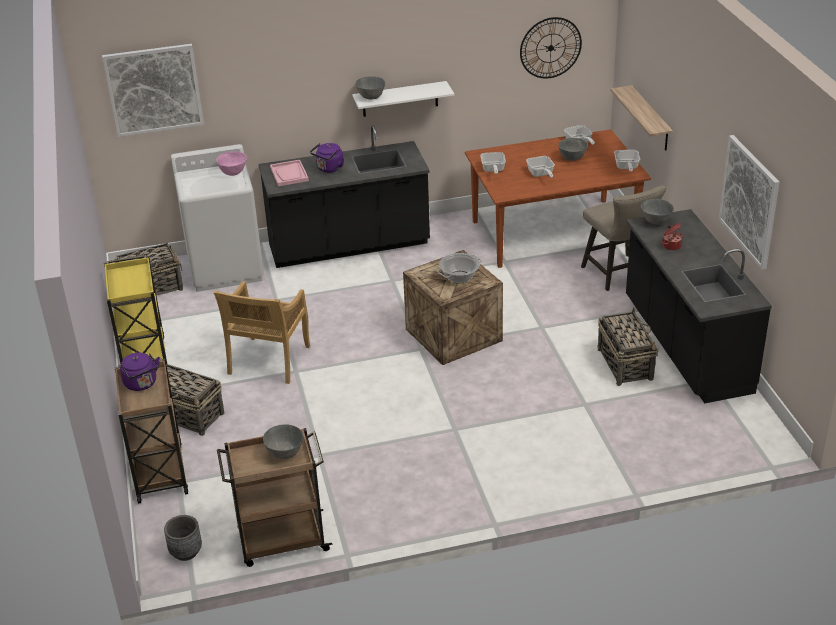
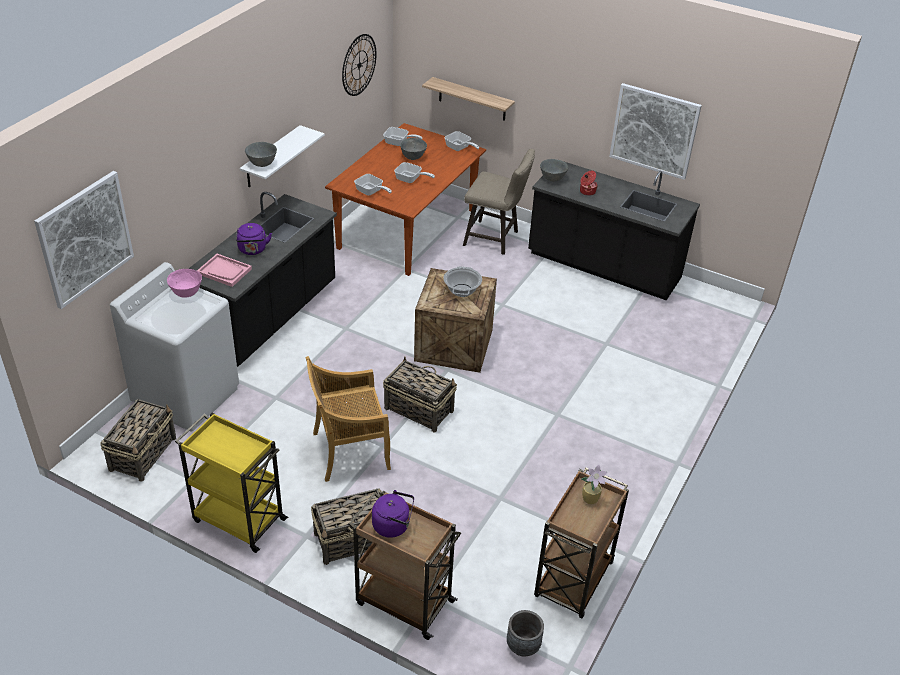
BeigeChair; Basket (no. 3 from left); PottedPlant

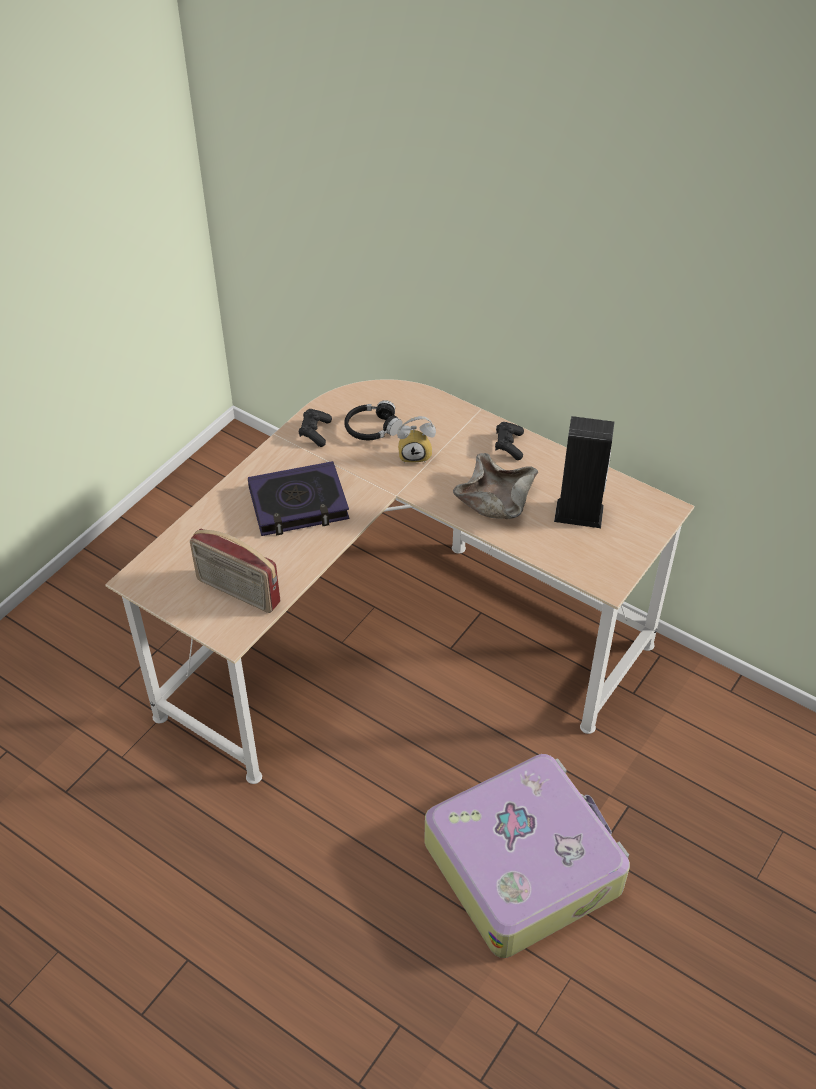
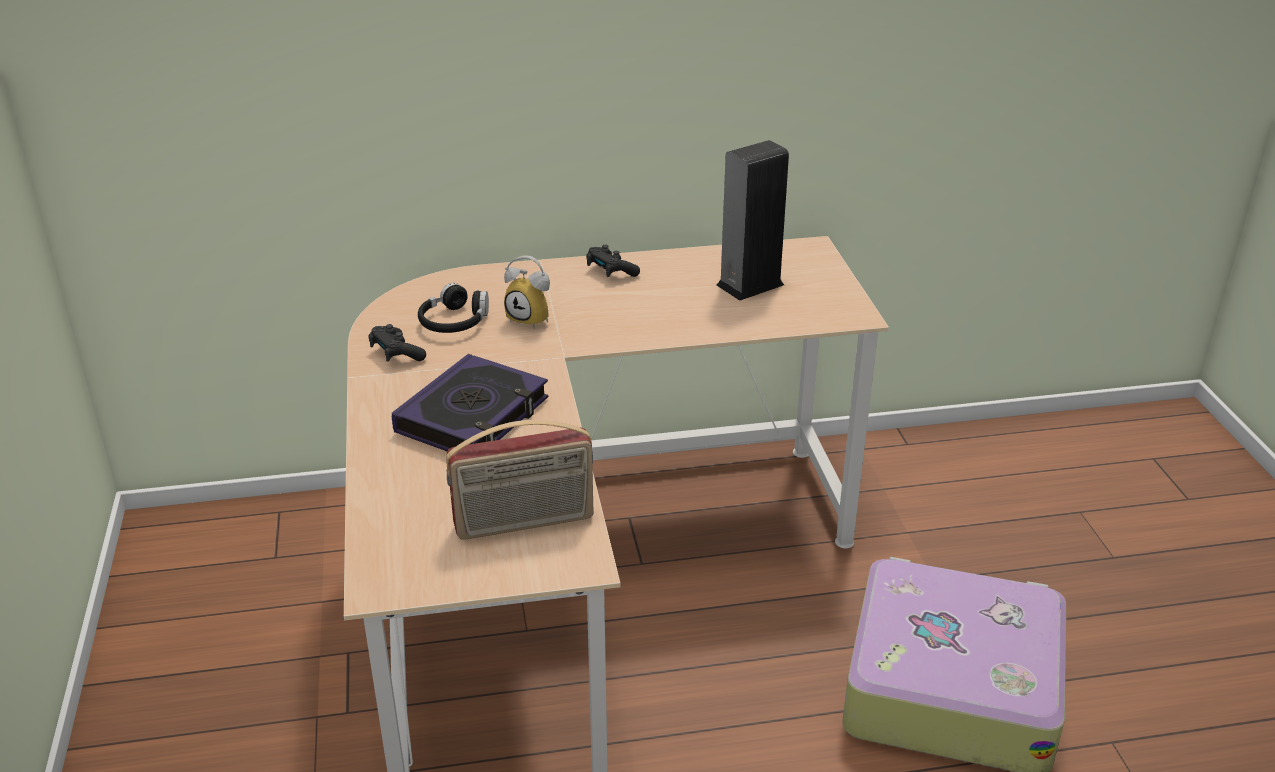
AlarmClock; BeigeBowl

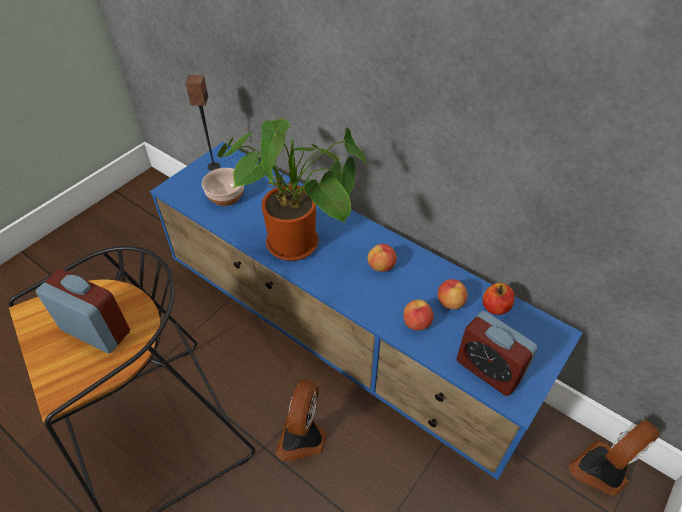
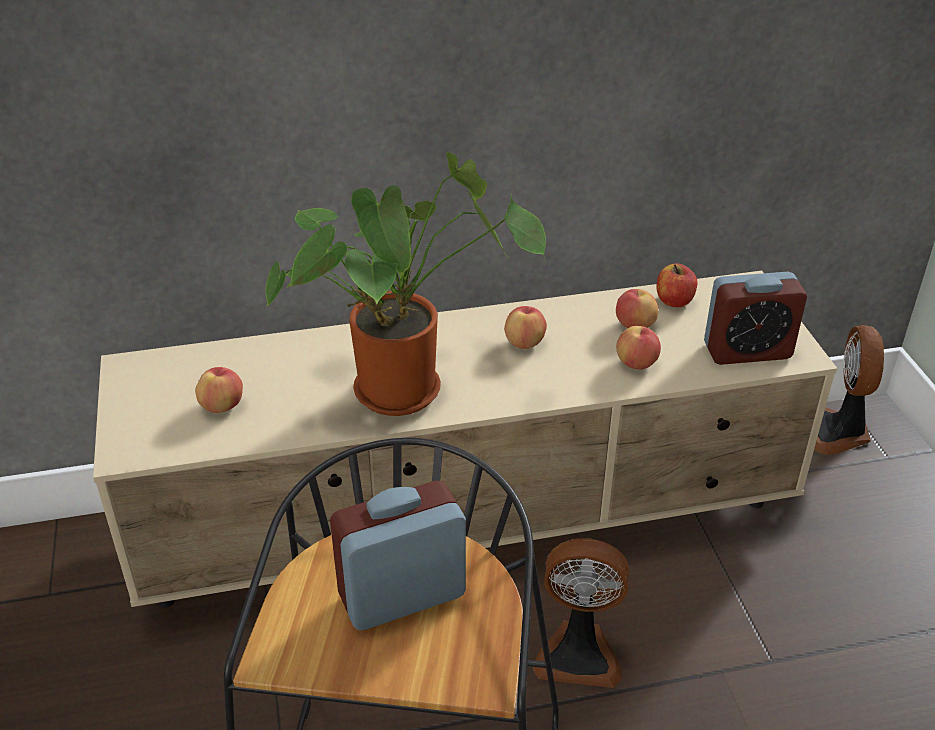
BeigeTvStand; Apple (no. 1 from left); Fan (no. 1 from left); Speaker

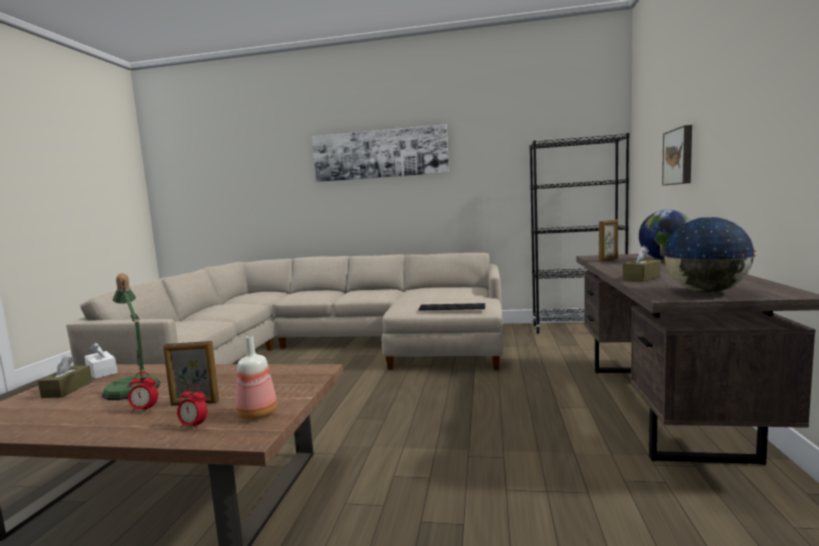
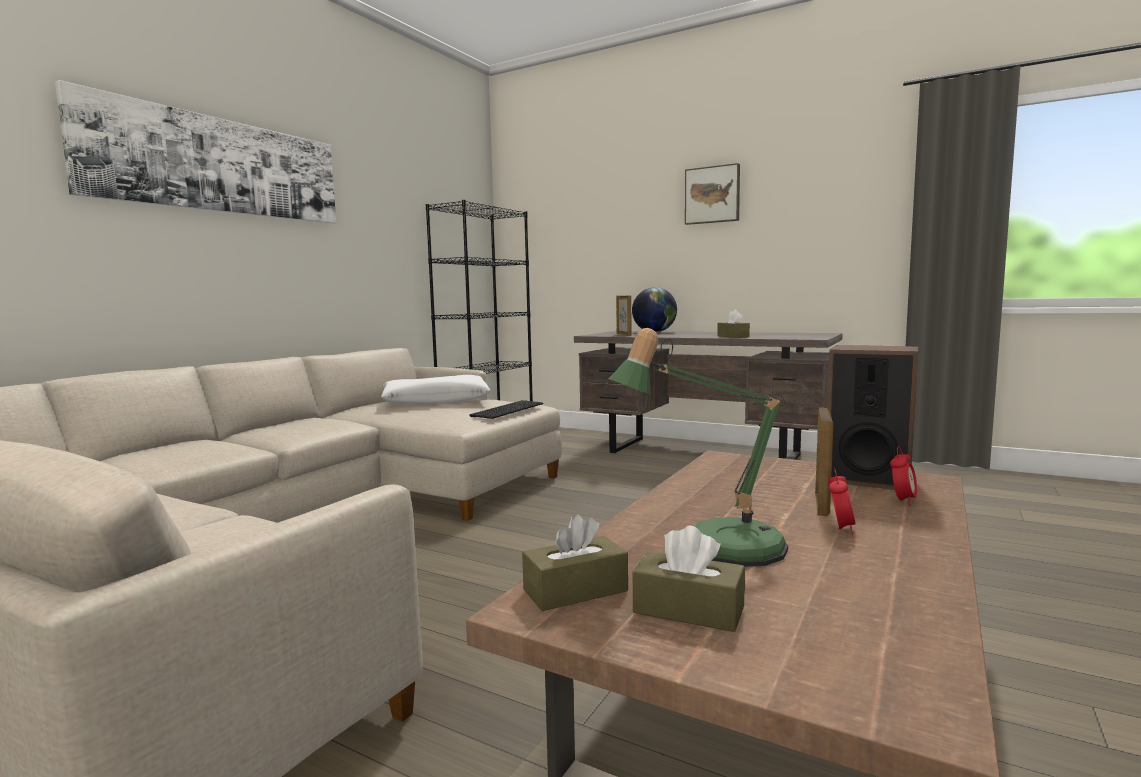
WhitePillow; BrownTissueBox (no. 1 from left); Picture (no. 2 from left); Speaker; Globe (no. 2 from left in the first image)

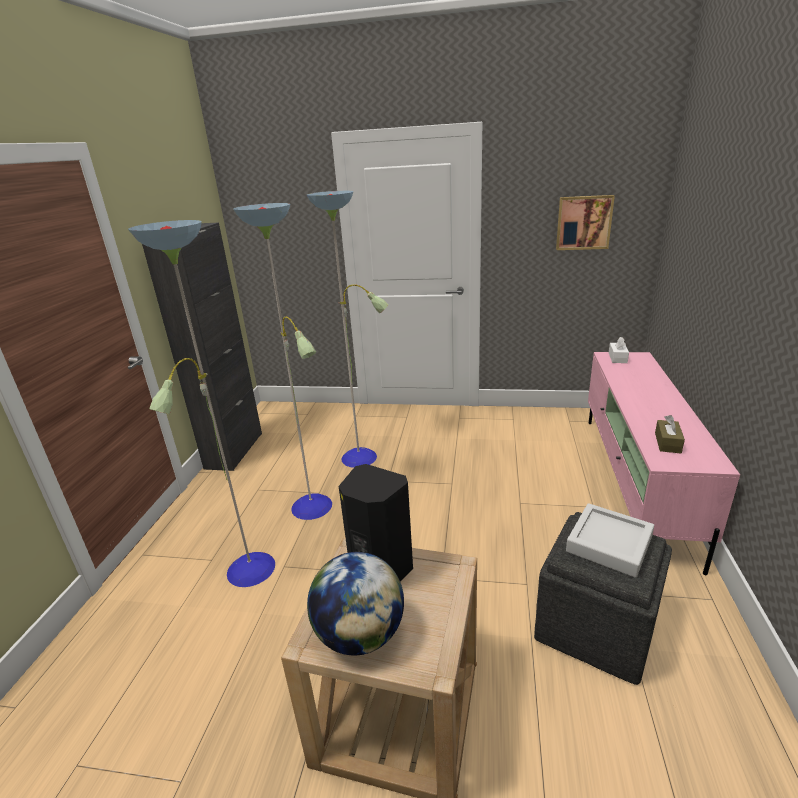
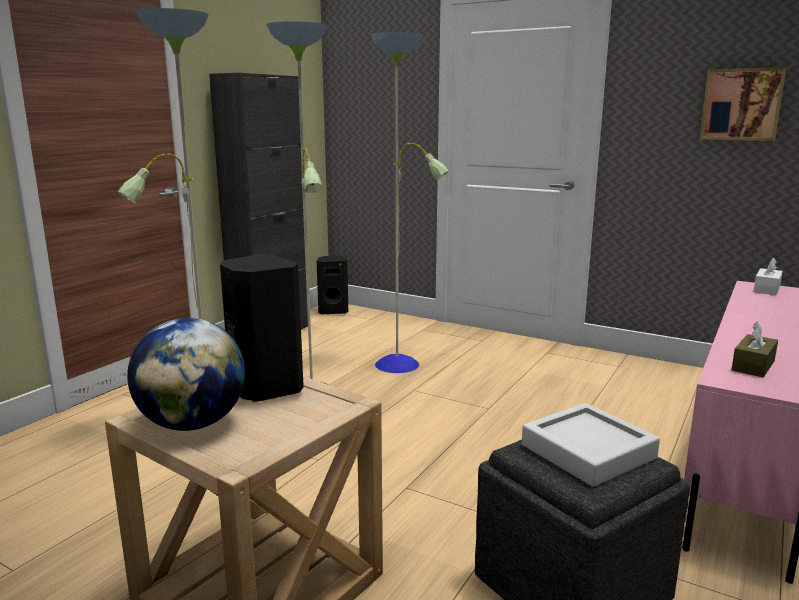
BlackSpeaker (no. 2 from left)

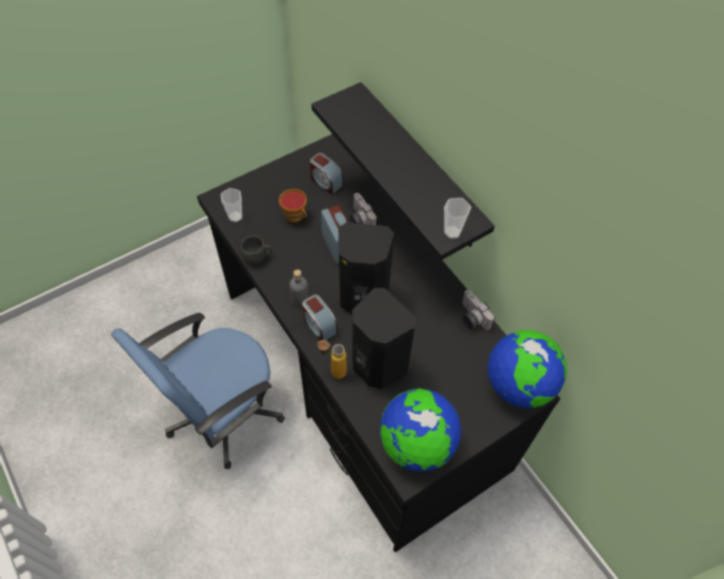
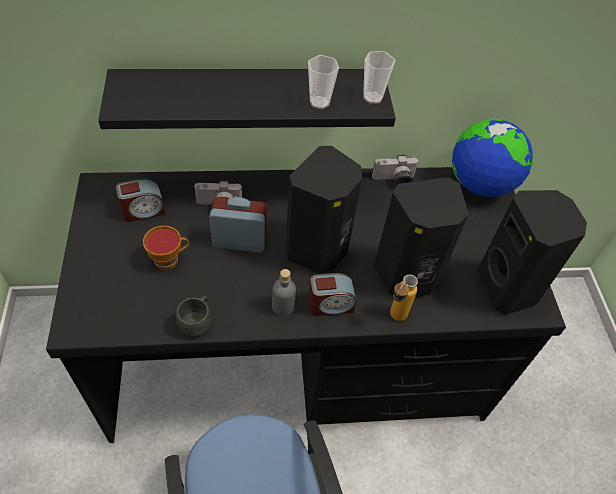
Cup (no. 2 from left); BlackSpeaker (no. 3 from left)

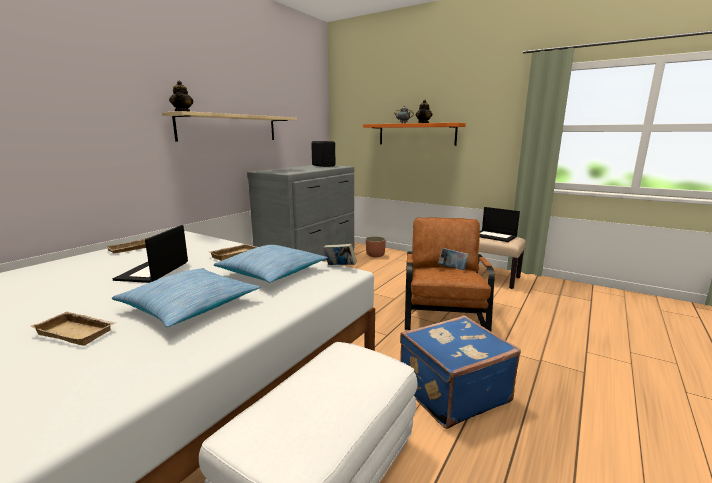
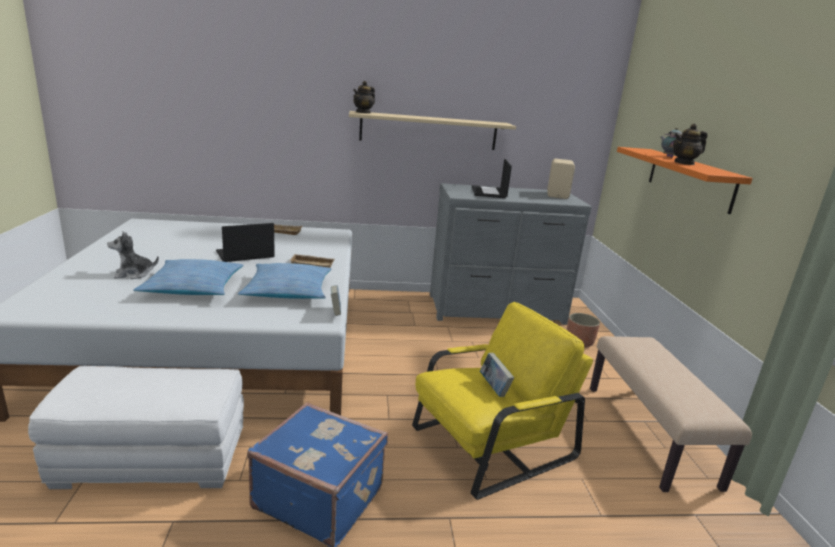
PlushToy; YellowArmchair; Laptop (no. 2 from left); BeigeSpeaker

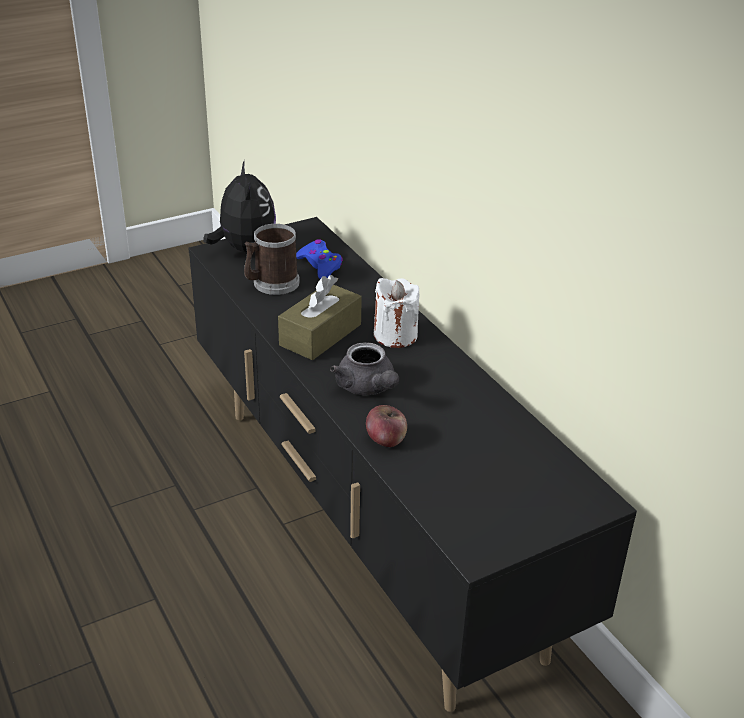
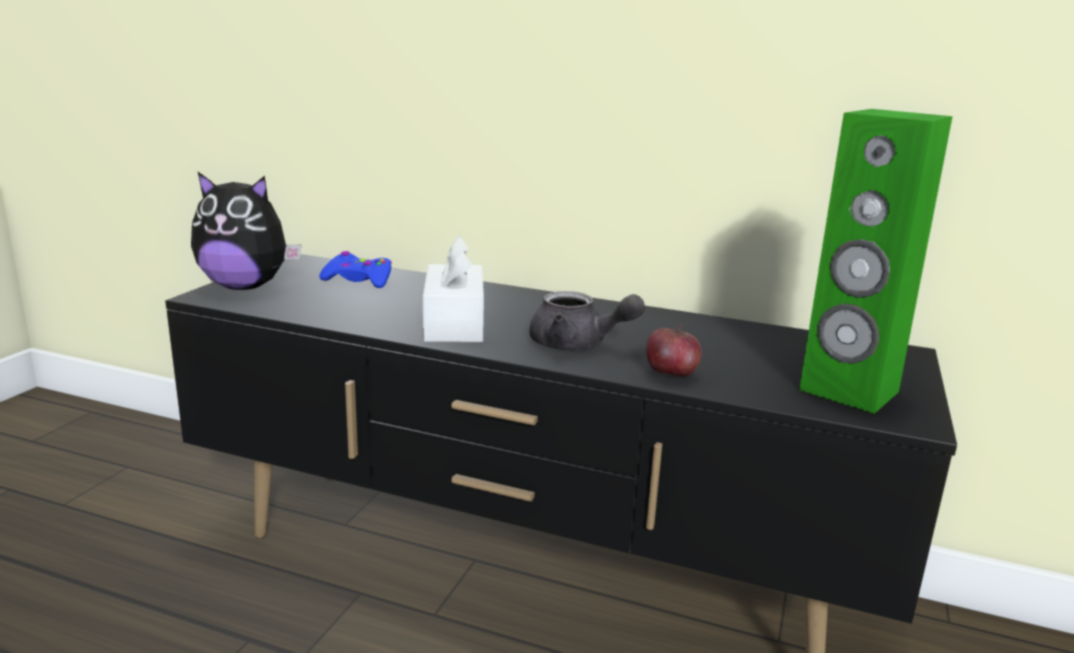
PlushToy; WhiteTissueBox; GreenSpeaker; Mug; WhiteCandle

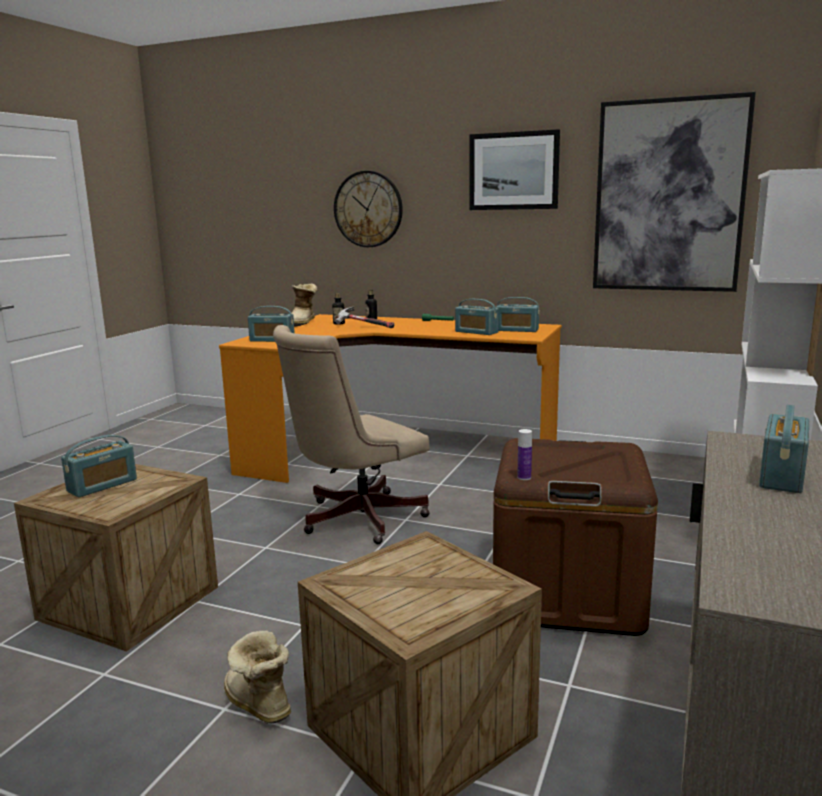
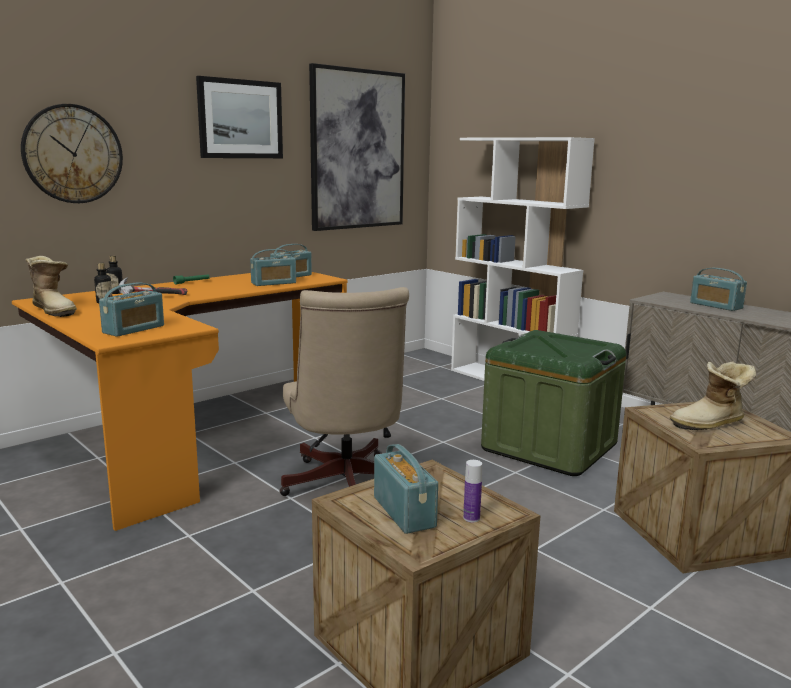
Bottle (no. 3 from left); GreenStorageBox; Boot (no. 2 from left)

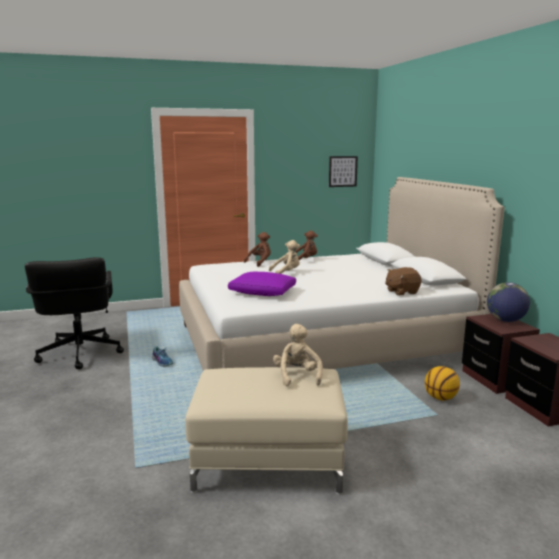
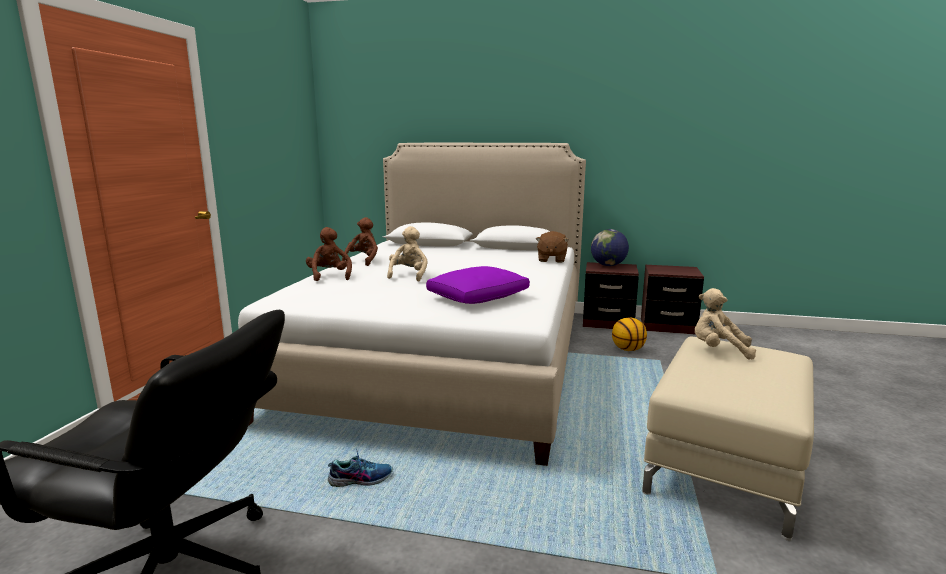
Picture

